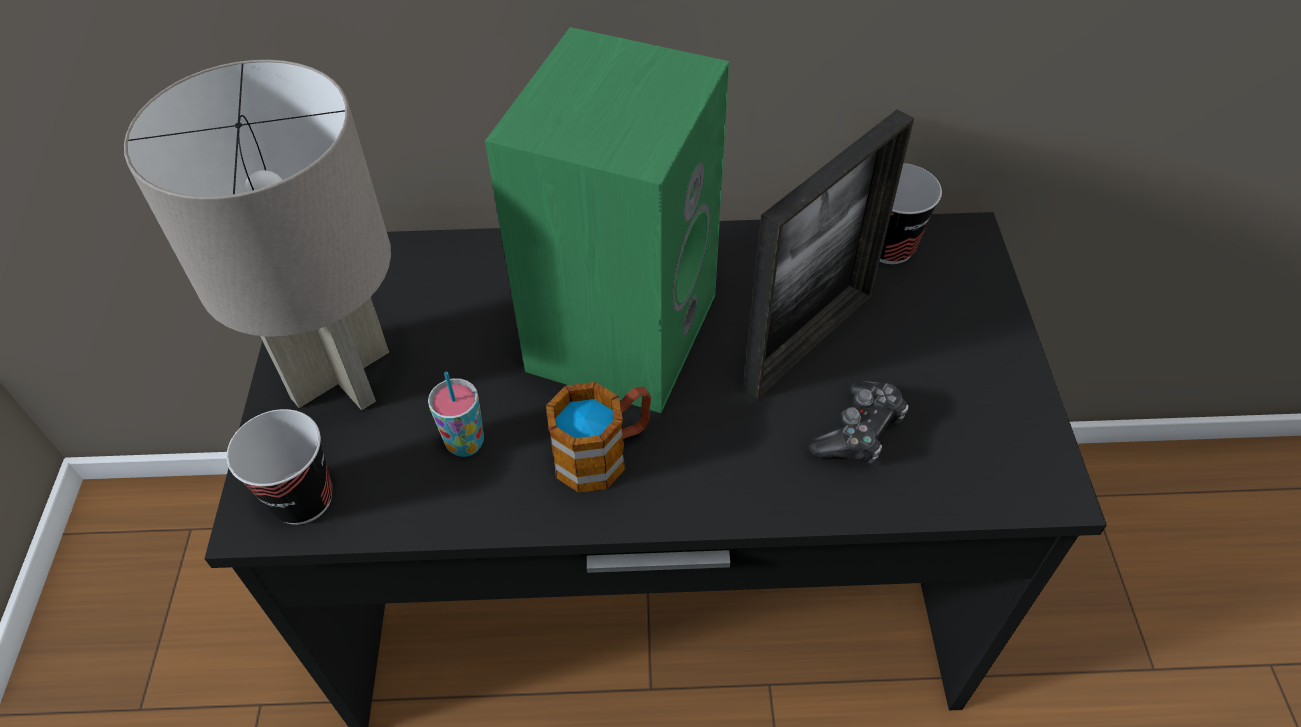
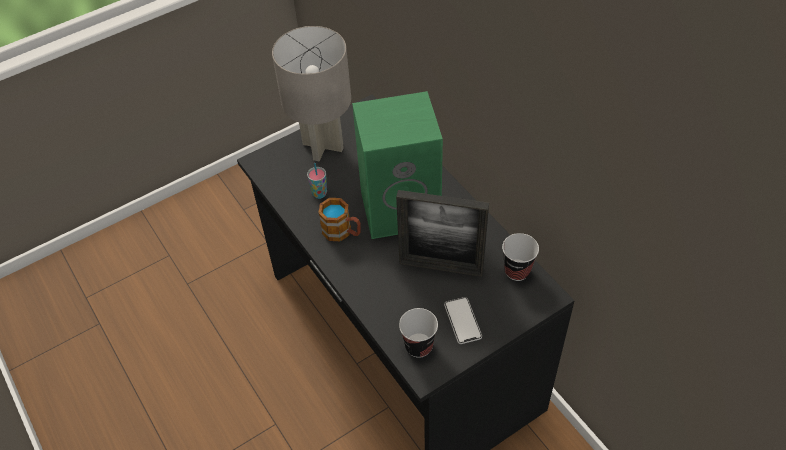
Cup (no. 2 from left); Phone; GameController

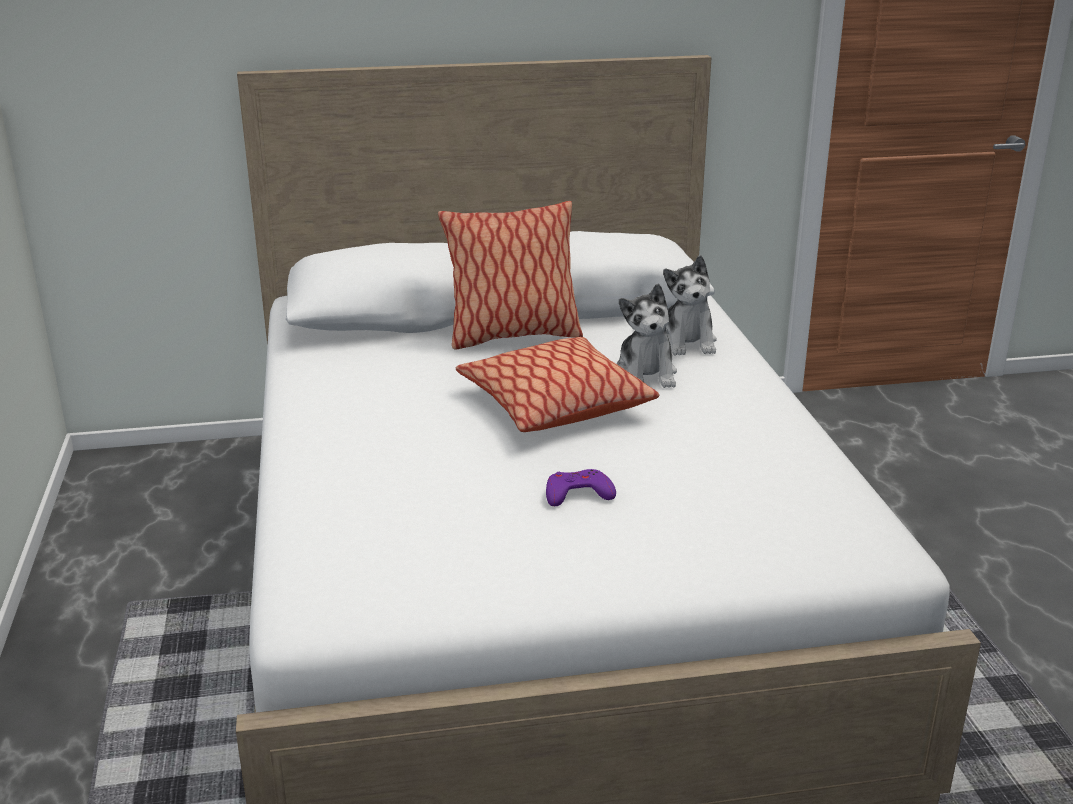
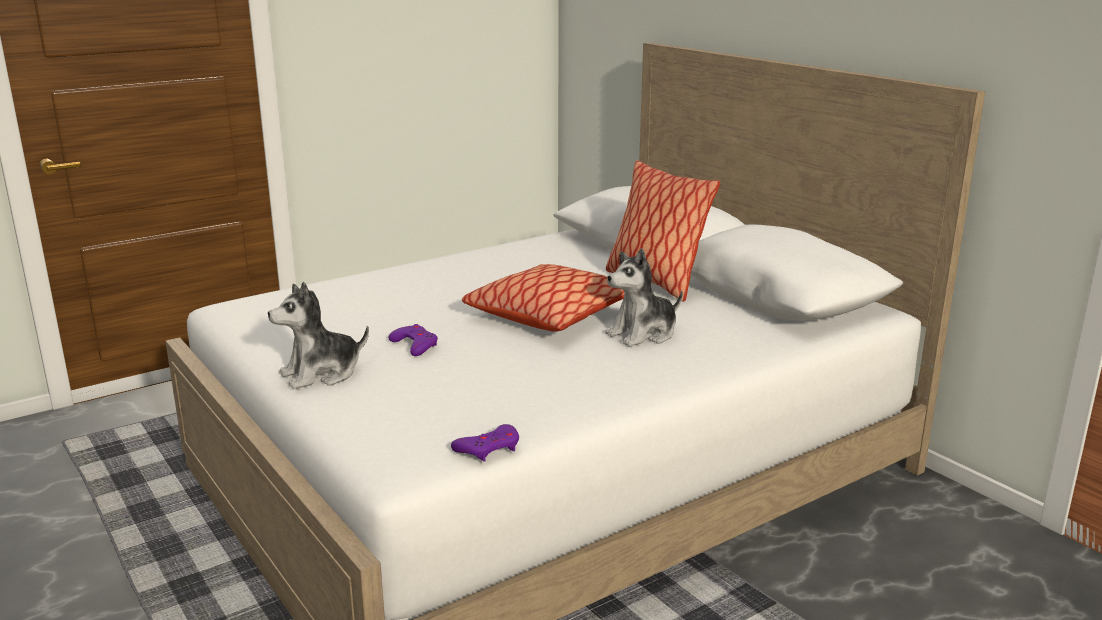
PlushToy (no. 1 from left); PurpleGameController (no. 2 from left)

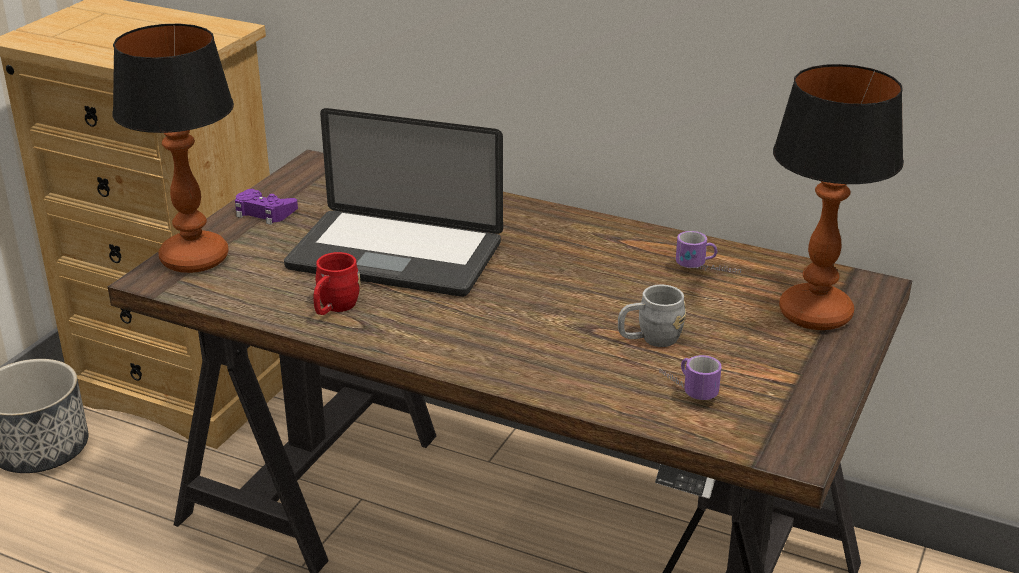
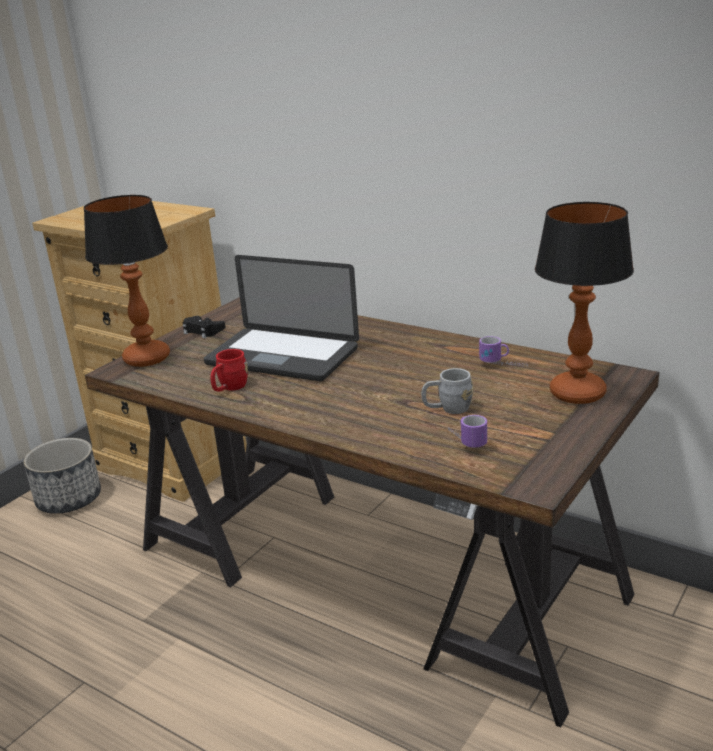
BlackGameController

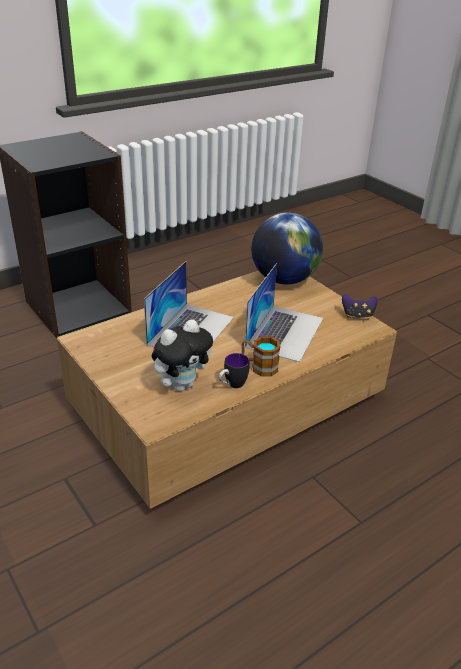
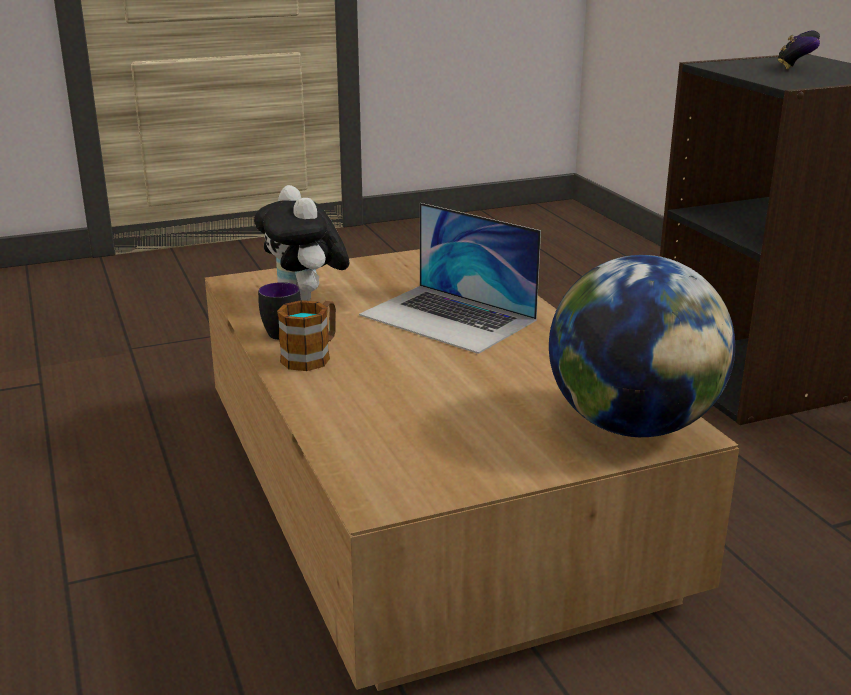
GameController; Laptop (no. 2 from left in the first image)

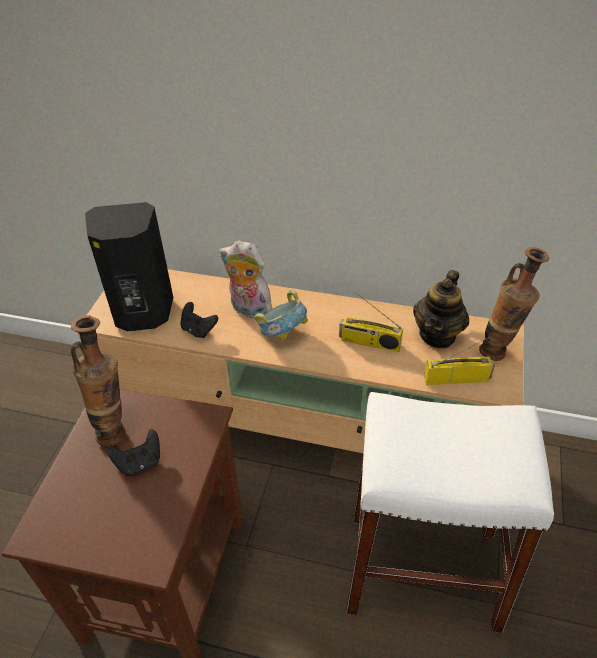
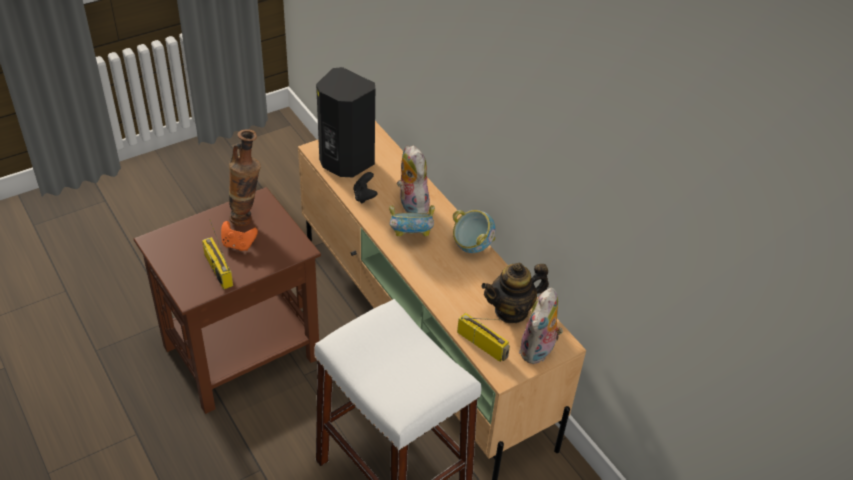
Radio (no. 1 from left); OrangeGameController; Bowl (no. 2 from left); PlushToy (no. 2 from left)

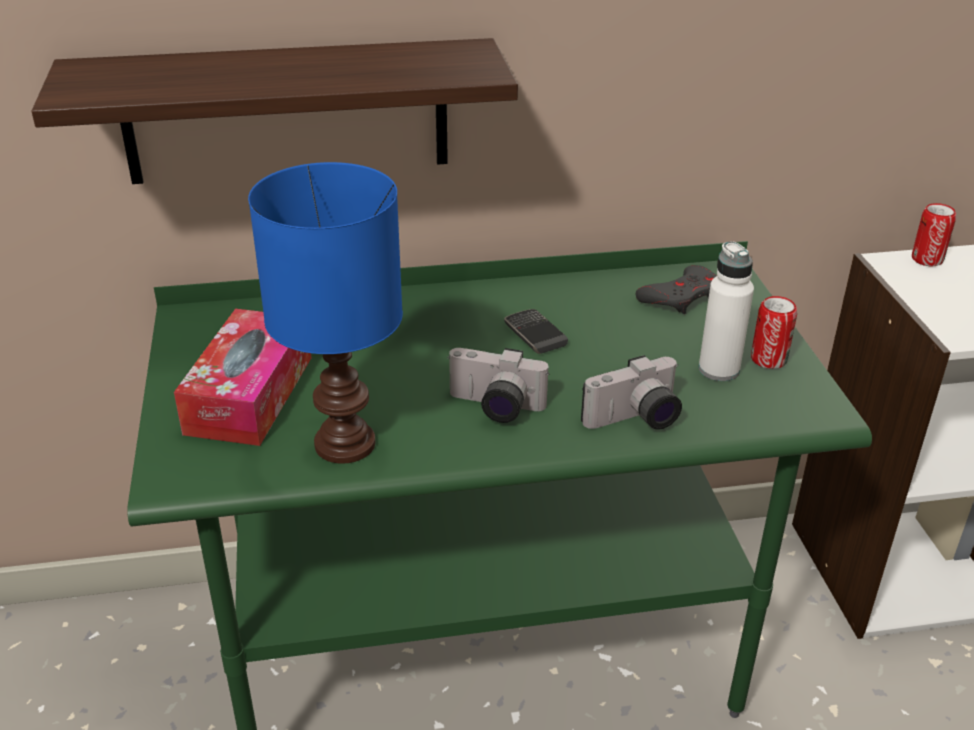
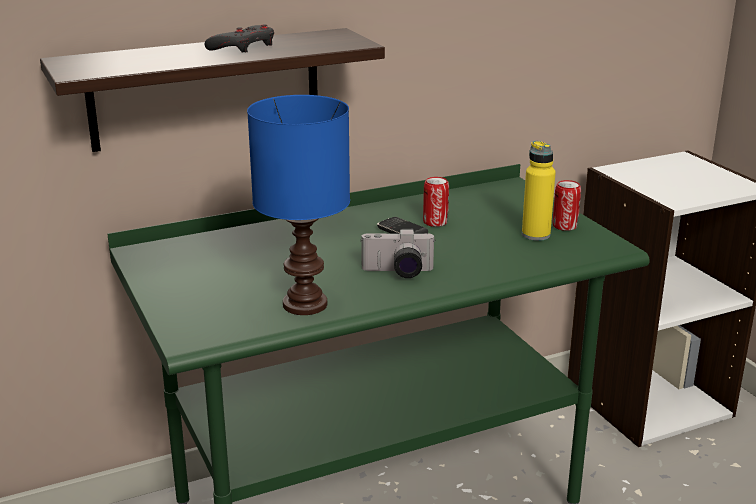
GreyGameController; Can (no. 1 from left); YellowBottle; TissueBox; PhotoCamera (no. 2 from left in the first image)

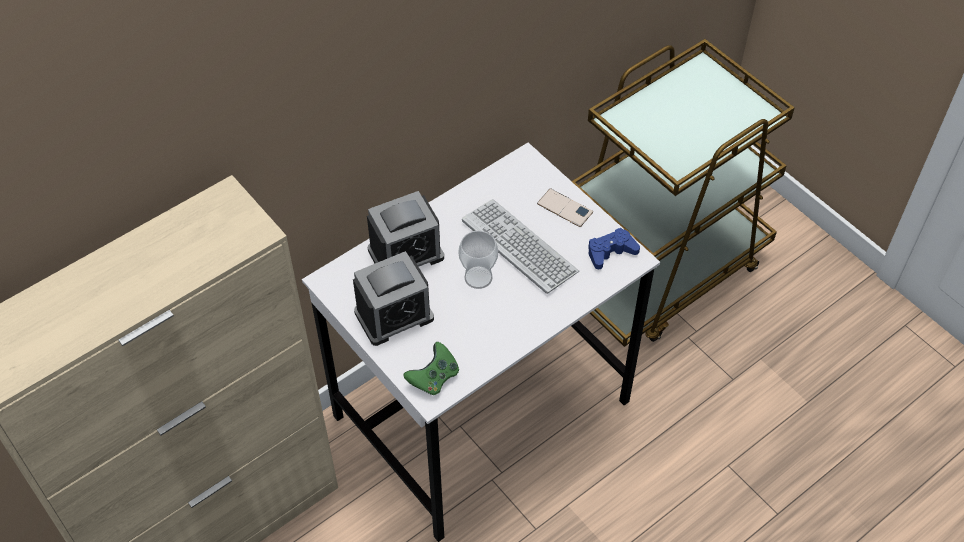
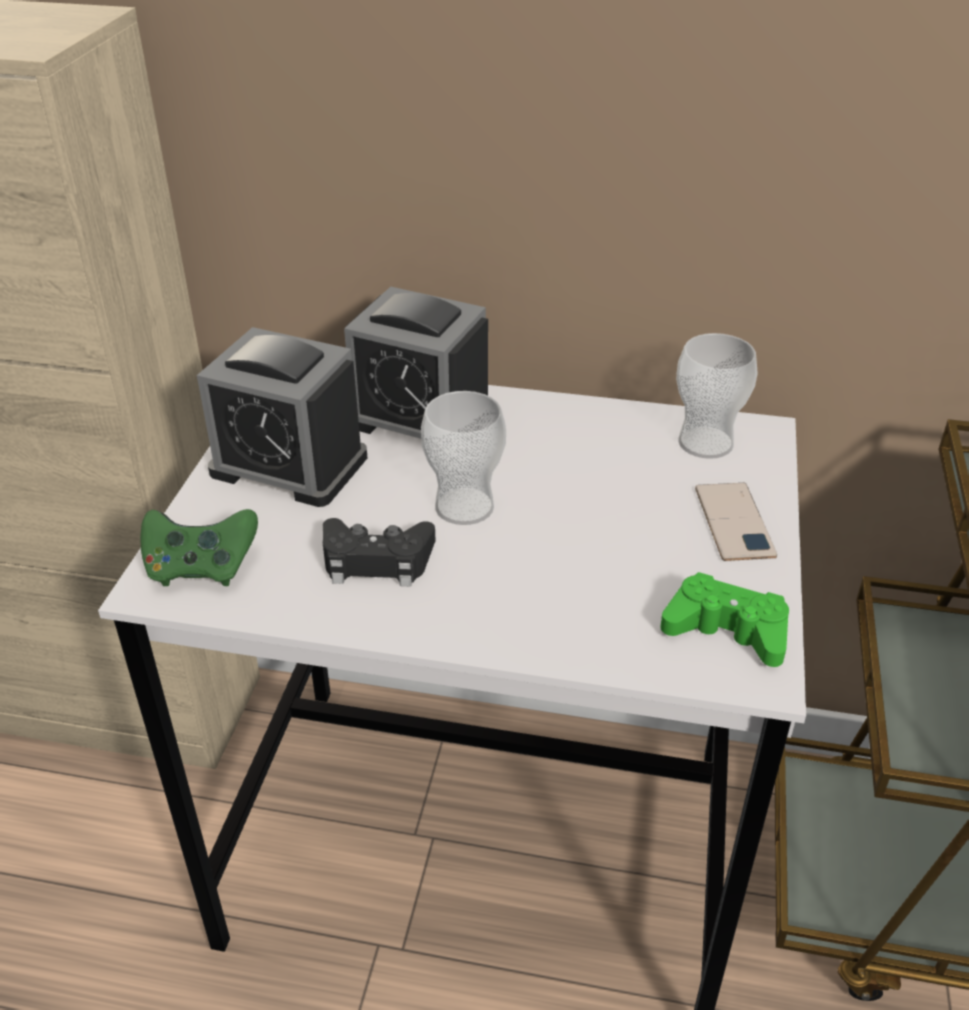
BlackGameController; GreenGameController (no. 2 from left); Cup (no. 2 from left); Keyboard

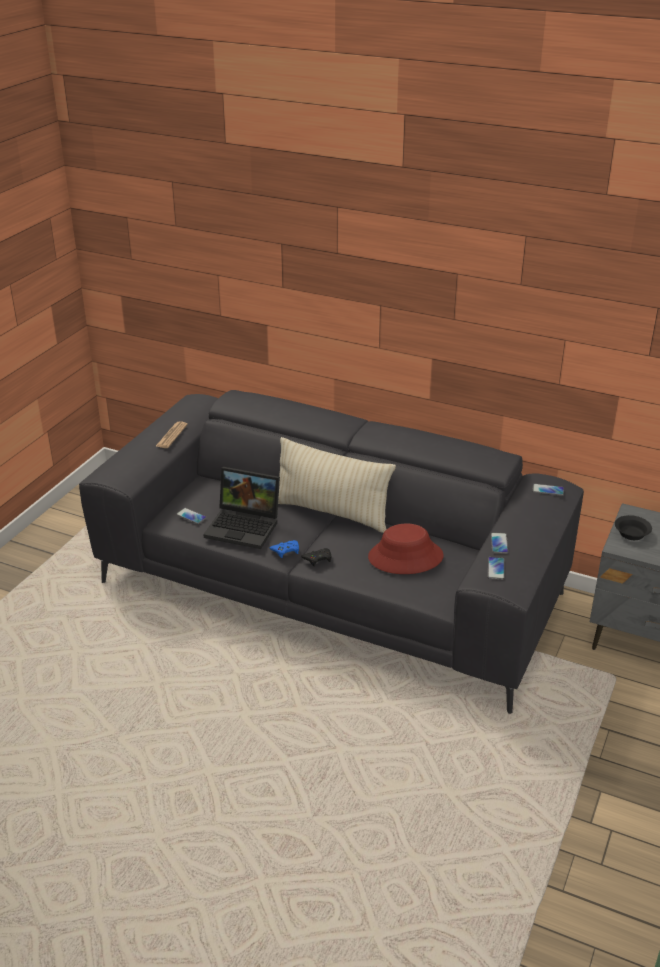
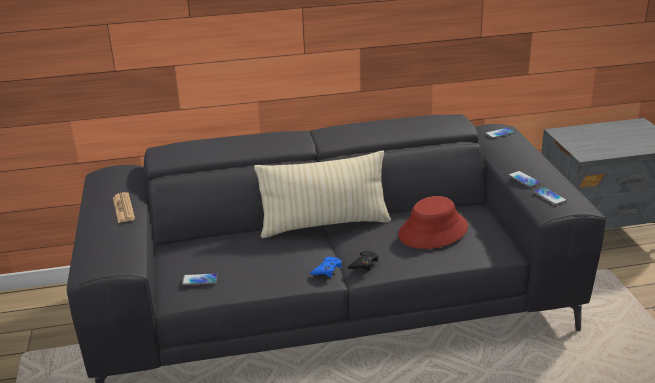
Laptop; BlackBowl

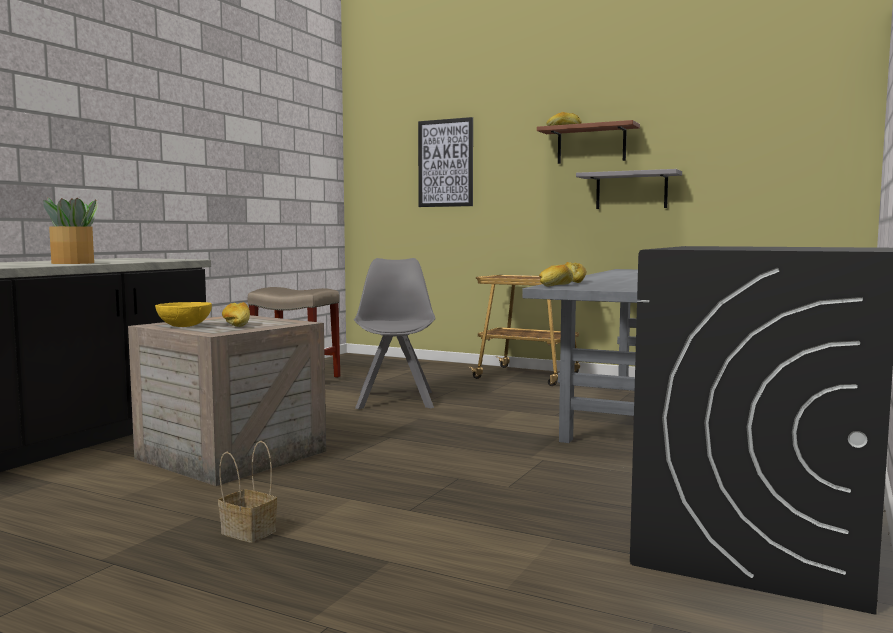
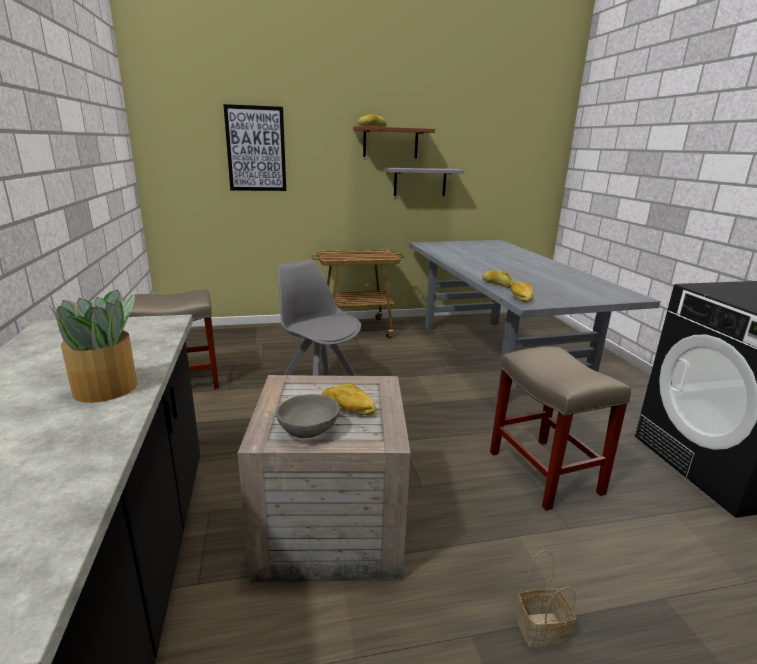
GreyBowl; BeigeStool (no. 2 from left)

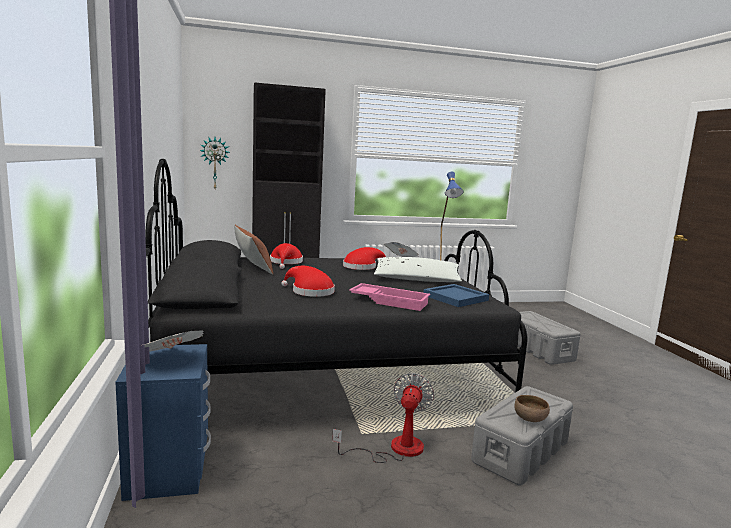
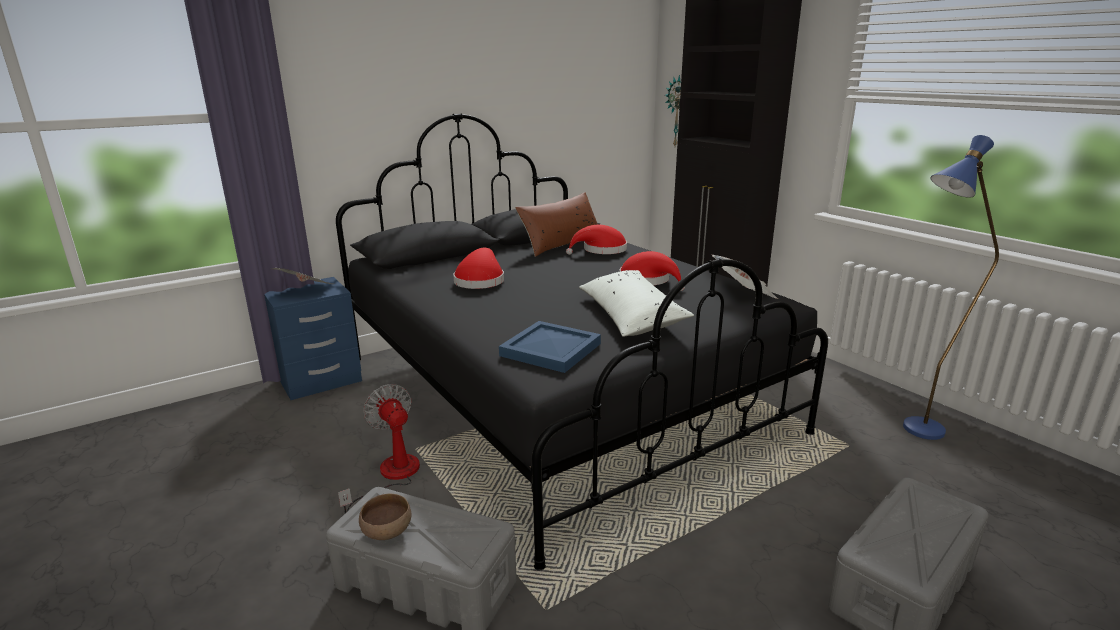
Fan; PinkTray

